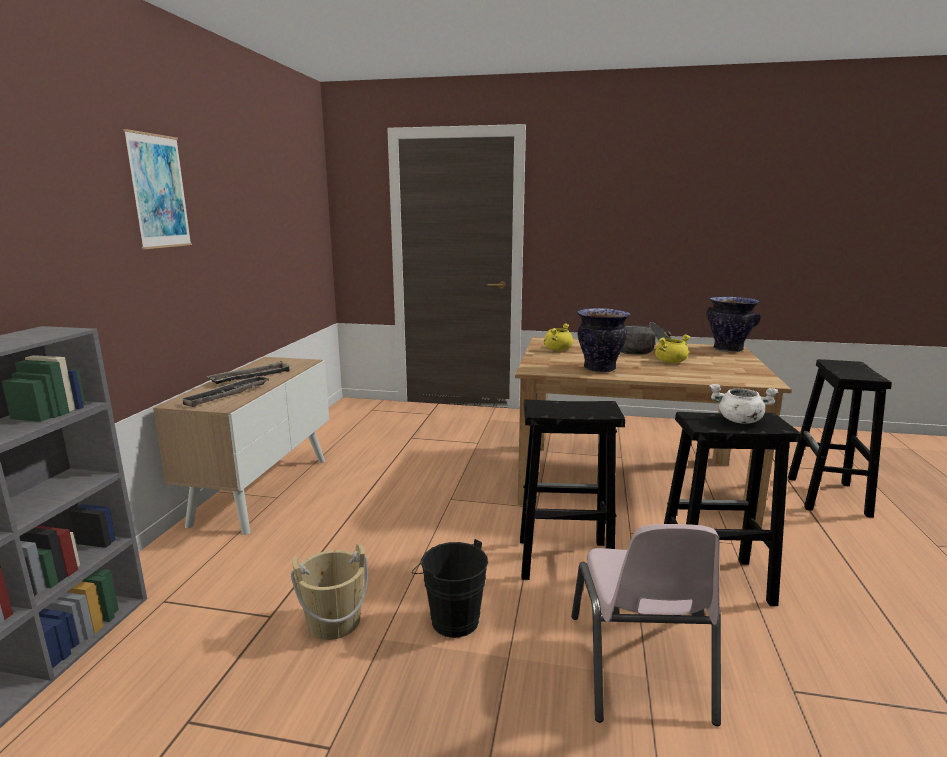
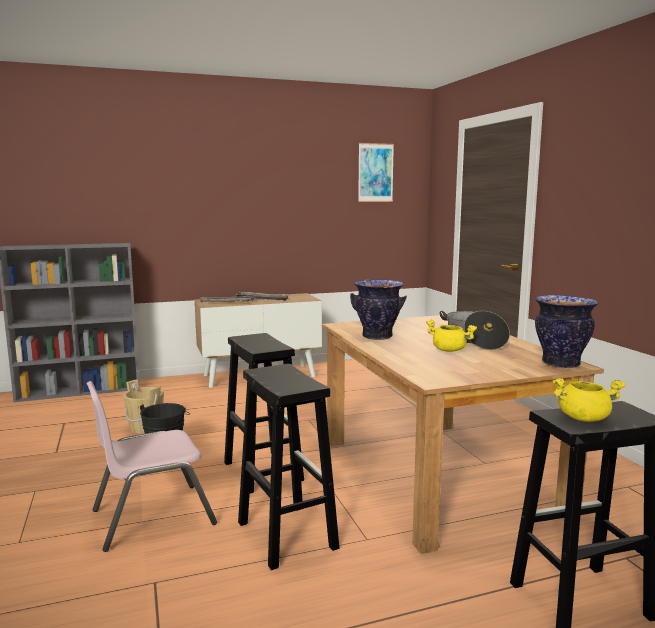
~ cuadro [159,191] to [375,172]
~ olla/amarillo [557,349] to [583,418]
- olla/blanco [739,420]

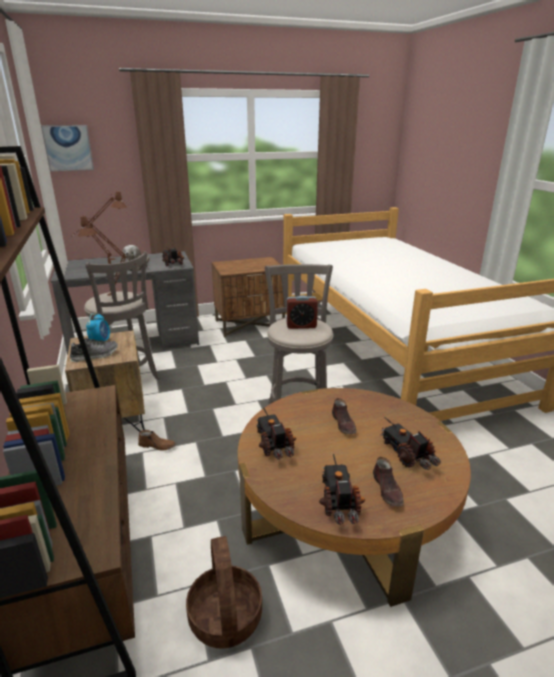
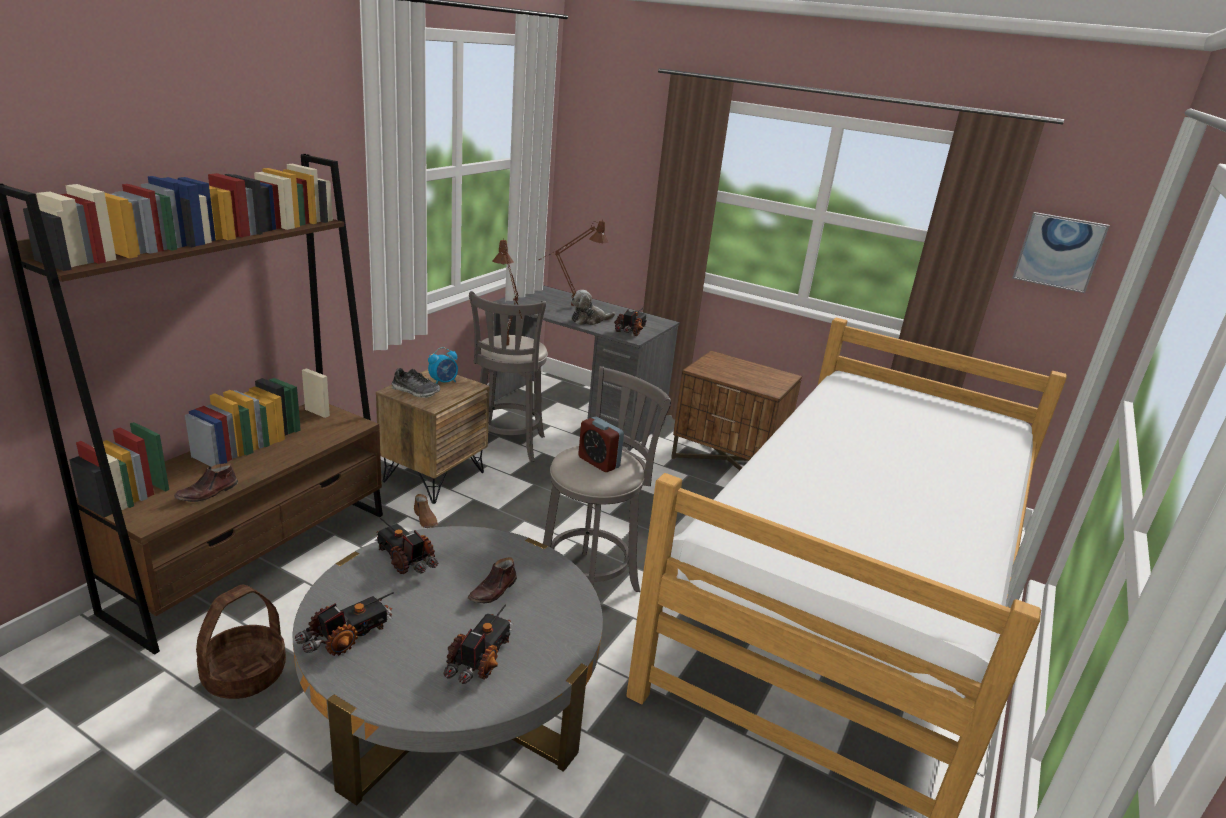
~ cuadro [68,148] to [1059,252]
~ mesa de centro/marrón [345,510] to mesa de centro/gris [452,696]
~ camión de juguete [274,444] = [406,559] 75 degrees counterclockwise
~ zapato/marrón [388,490] to [208,493]

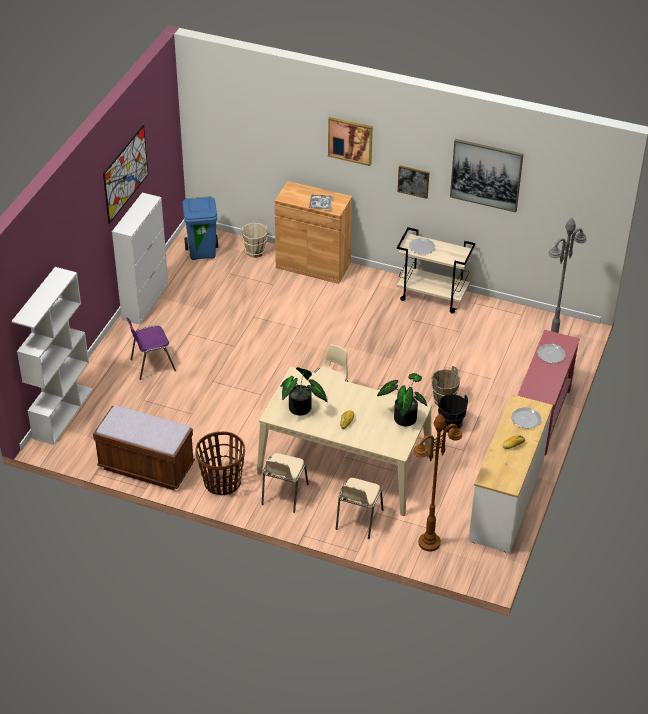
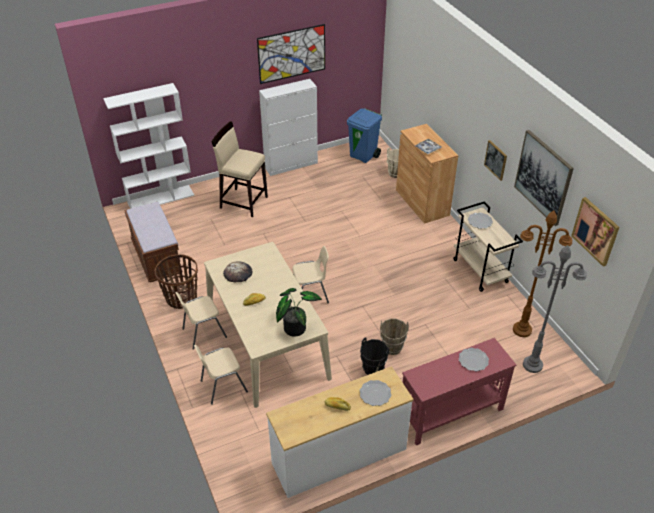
~ cuadro [350,140] to [595,231]
~ silla/morado [151,365] to taburete/beis [243,202]
~ planta en maceta [301,410] to pan [238,273]
~ lámpara de pie/marrón [429,543] to [521,330]

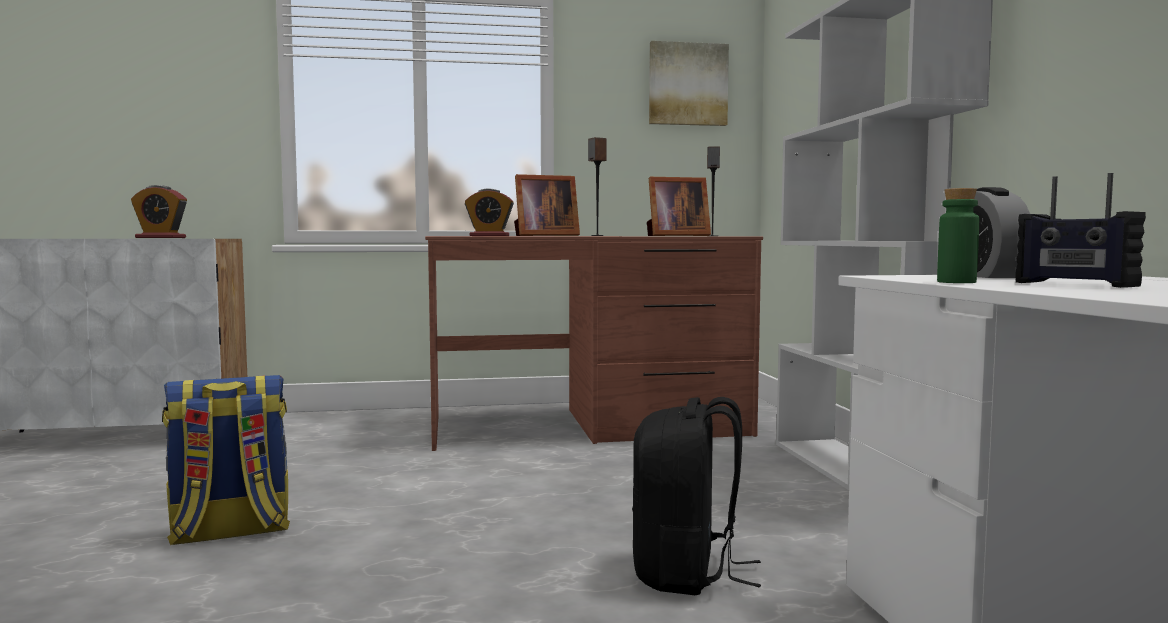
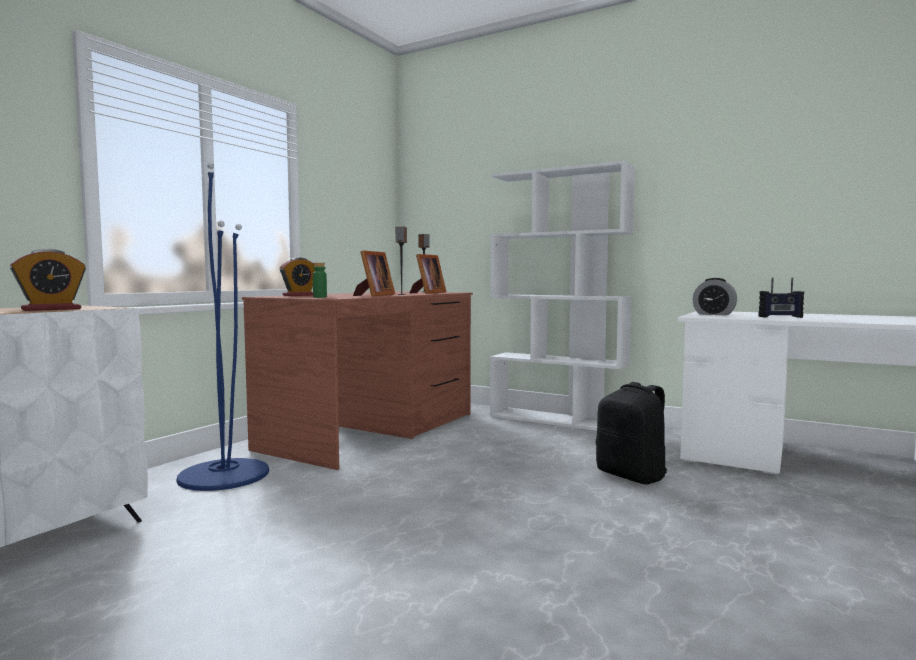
- cuadro [687,84]
~ botella/verde [956,282] to [320,297]
- mochila [230,532]
+ lámpara de pie/azul [224,475]

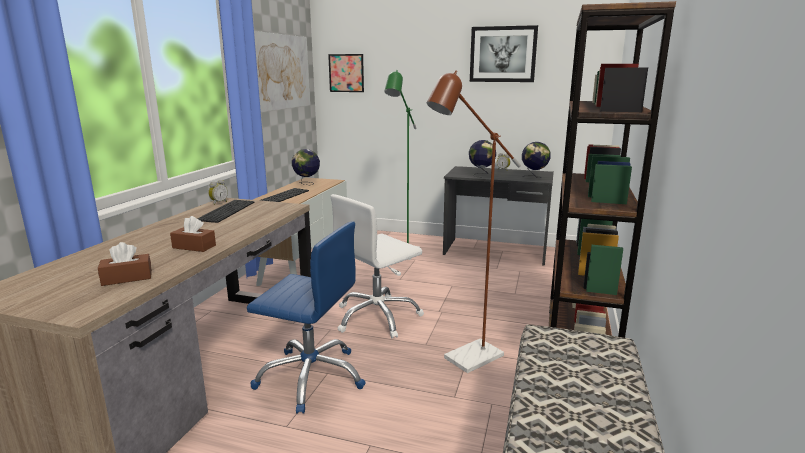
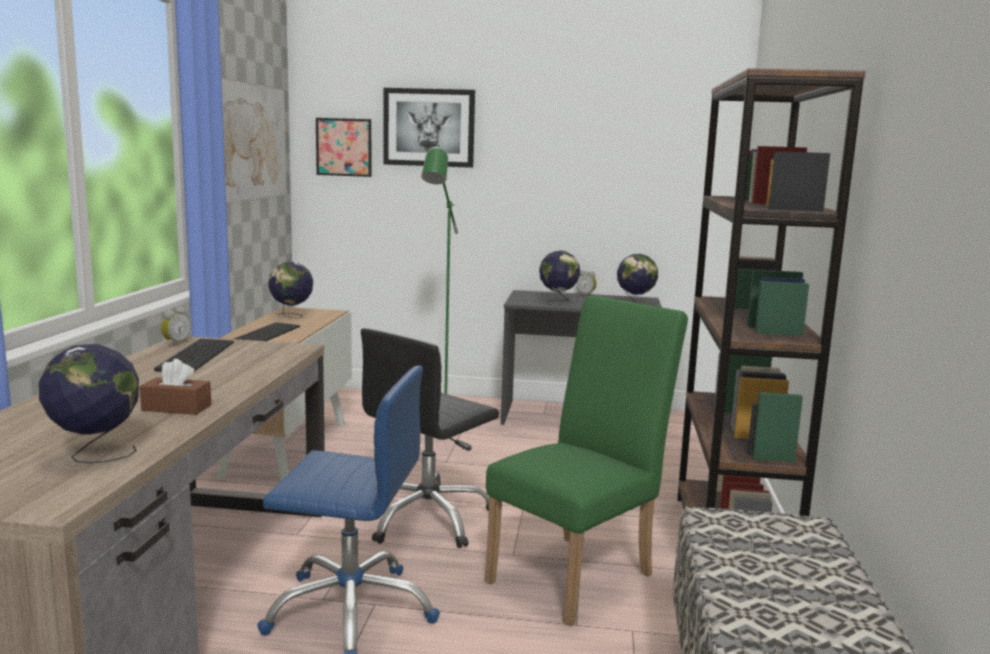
~ cuadro [503,54] to [429,127]
~ lámpara de pie/marrón [466,360] to silla/verde [579,573]
~ silla de oficina/blanco [377,317] to silla de oficina/negro [427,519]
~ caja de pañuelos/marrón [127,278] to globo terráqueo [95,455]

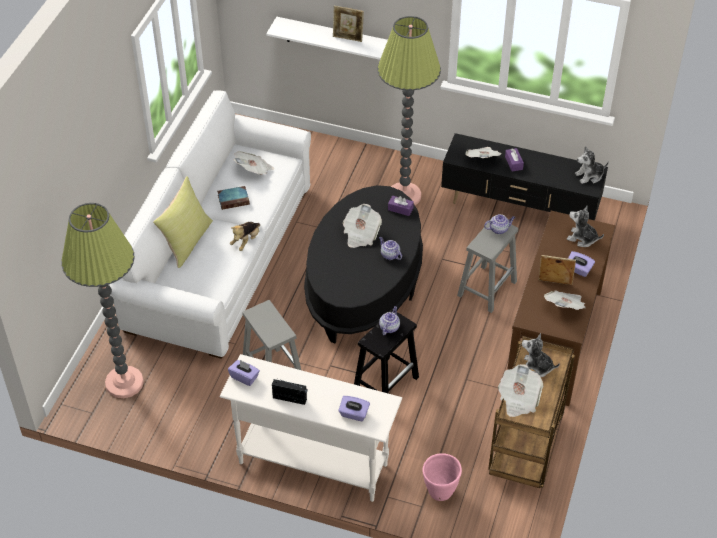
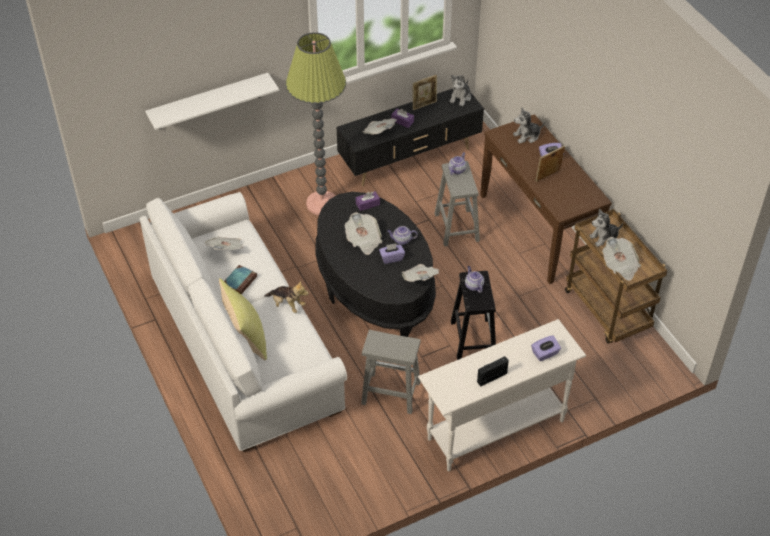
~ portarretratos [348,38] to [424,105]
- lámpara de pie [124,382]
~ peluche [246,241] = [287,305] 45 degrees counterclockwise
~ periódico [565,307] to [419,279]
~ caja de pañuelos/morado [244,377] to [391,258]
- maceta/rosa [440,492]

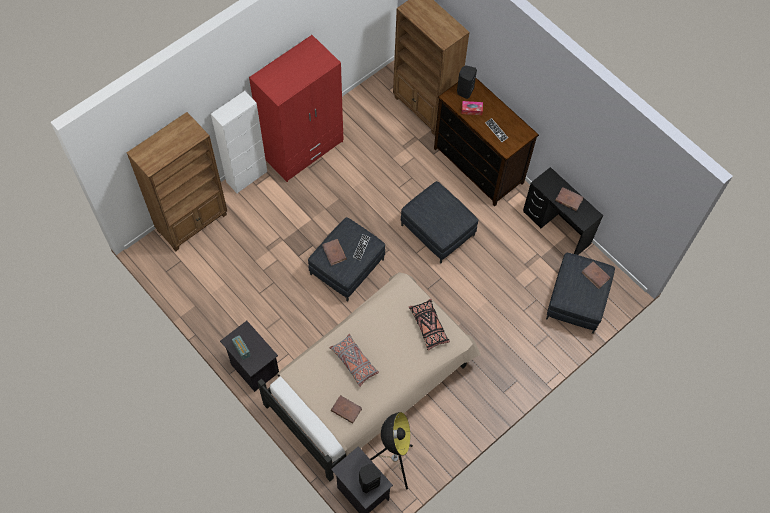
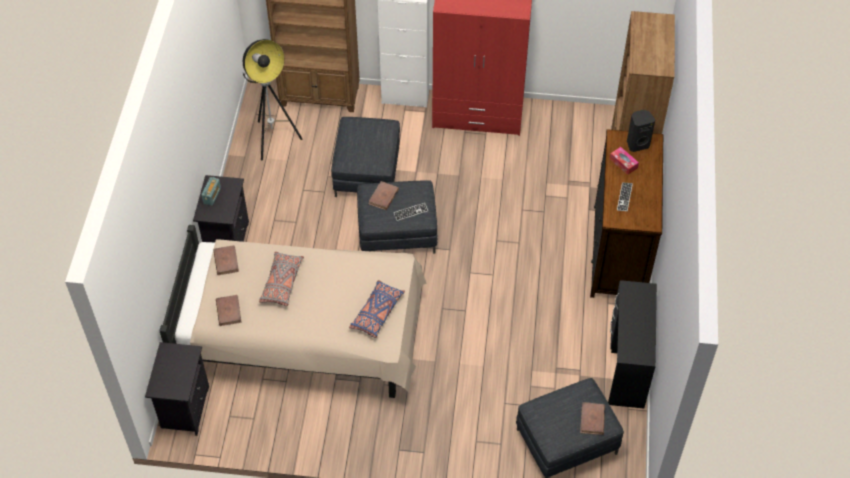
~ puf/gris [438,230] to [367,172]
~ libro/marrón [568,200] to [226,261]
~ cojín/negro [429,326] to cojín/azul [377,313]
~ lámpara de pie [393,465] to [273,139]
- altavoz/negro [369,482]

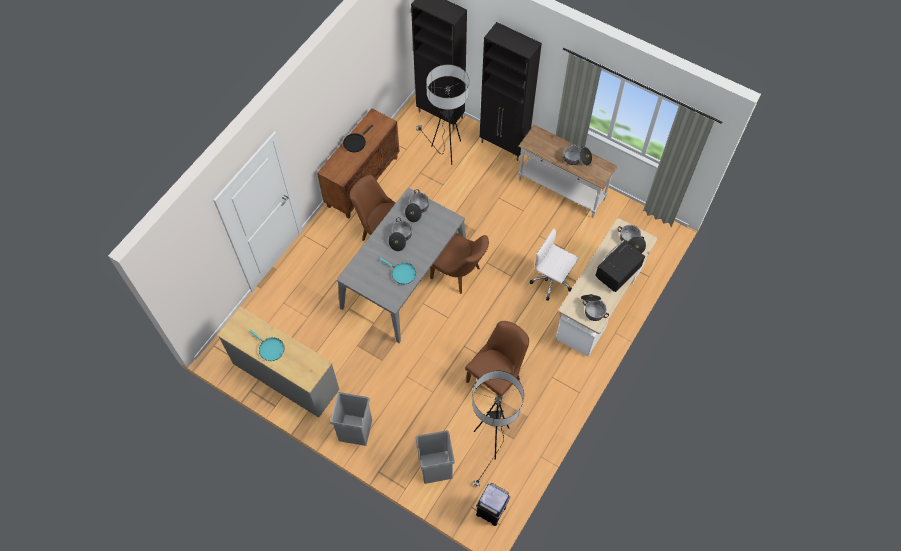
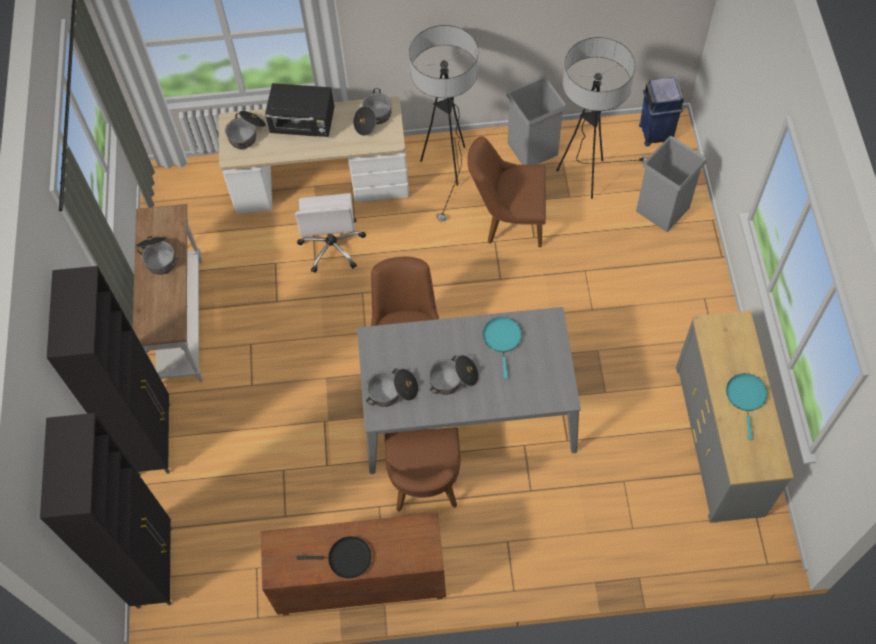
~ lámpara de pie [446,151] to [447,169]
~ papelera/gris [355,430] to [533,148]

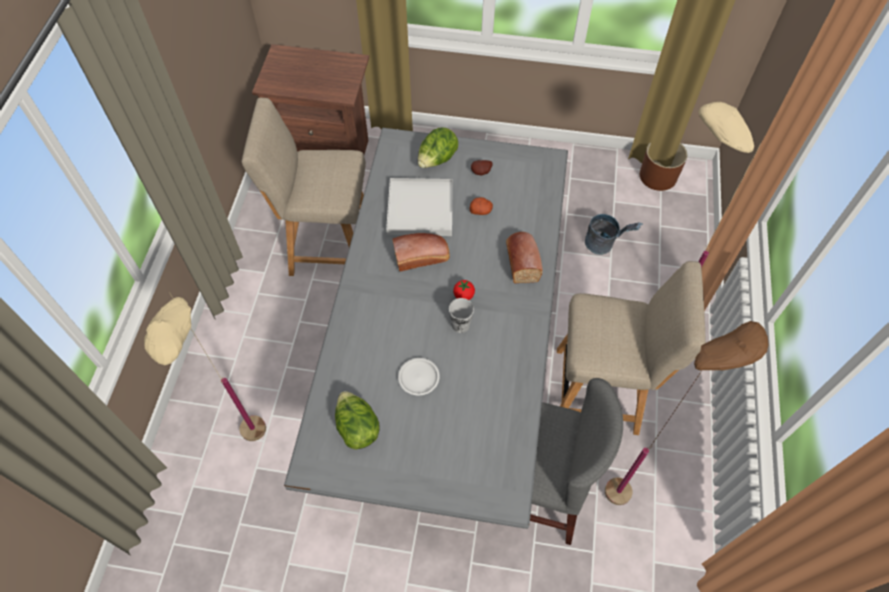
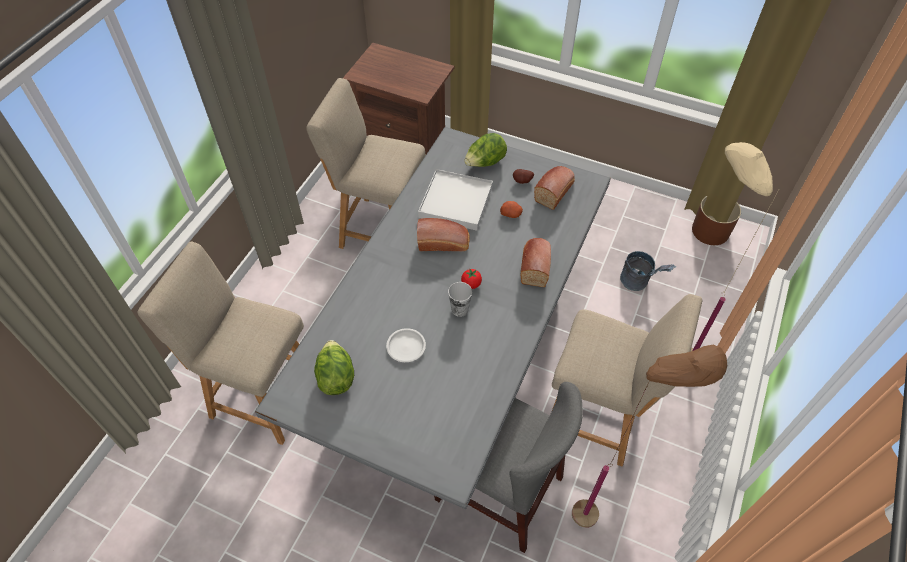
~ lámpara de pie/beis [255,453] to silla/beis [260,393]
+ pan [554,191]

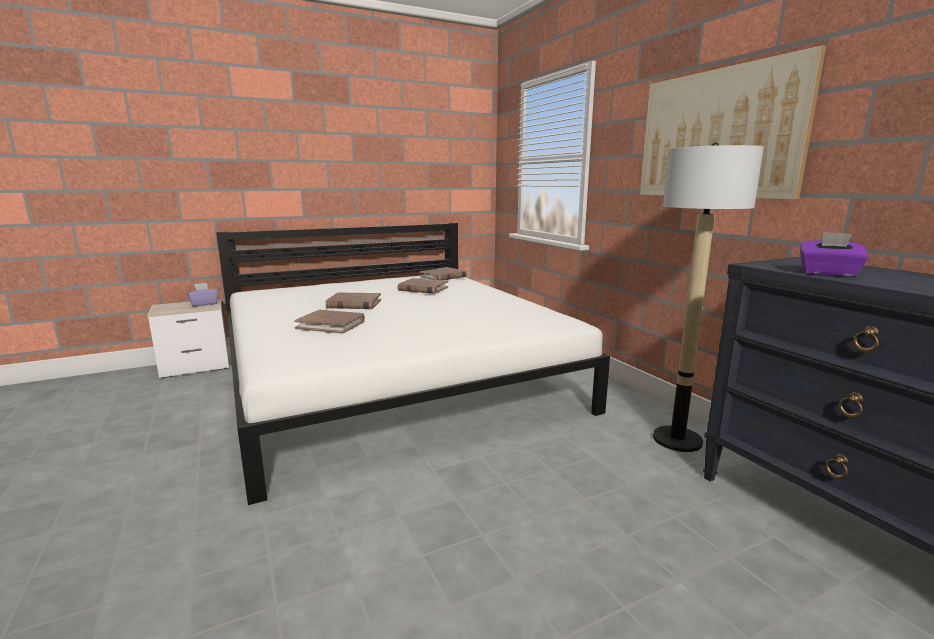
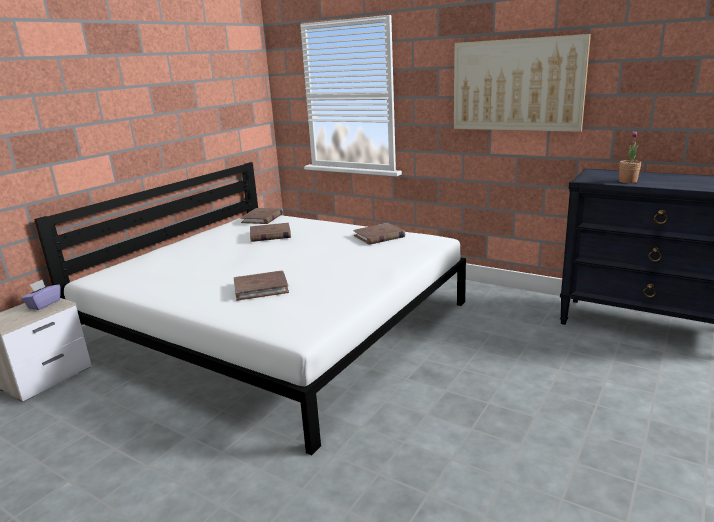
- lámpara de pie [677,439]
~ caja de pañuelos/morado [828,273] to planta en maceta [628,181]
~ libro/marrón [354,304] to [379,236]

